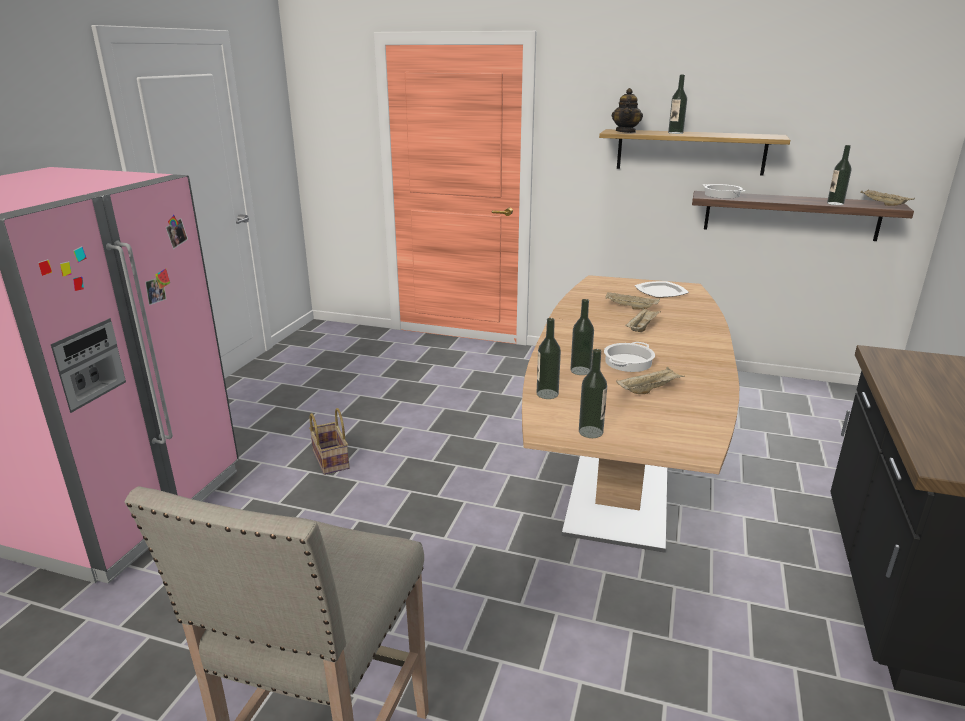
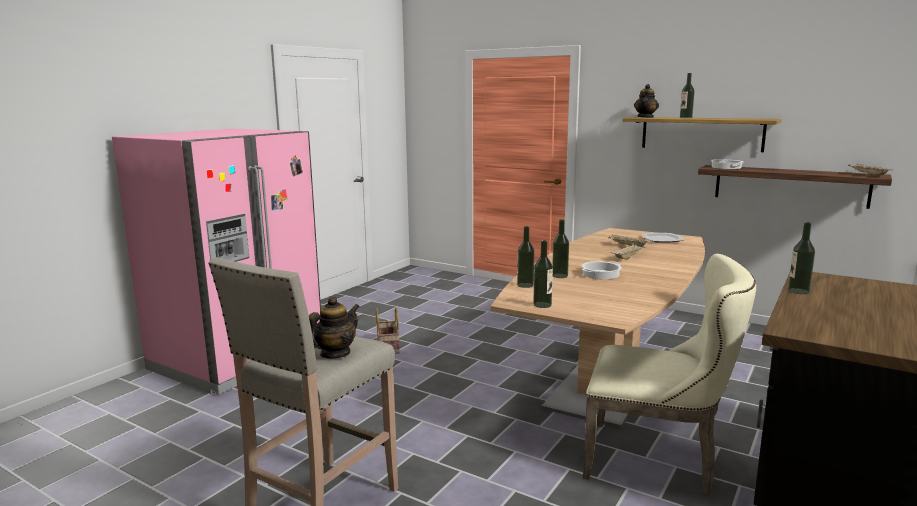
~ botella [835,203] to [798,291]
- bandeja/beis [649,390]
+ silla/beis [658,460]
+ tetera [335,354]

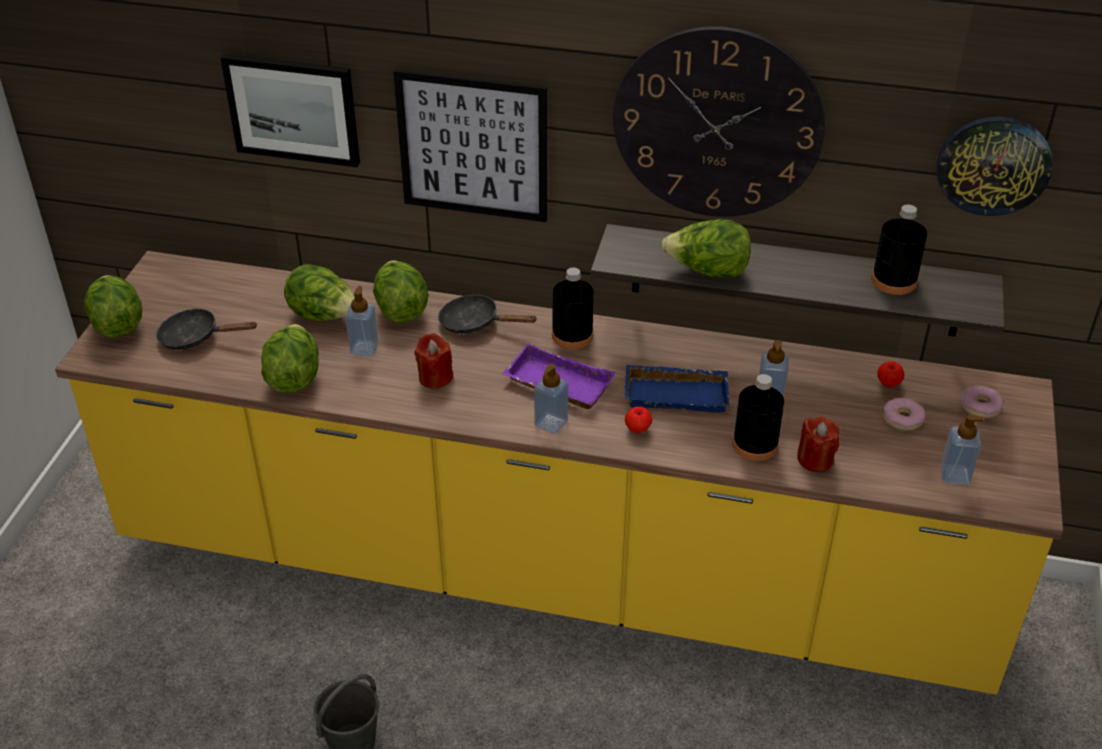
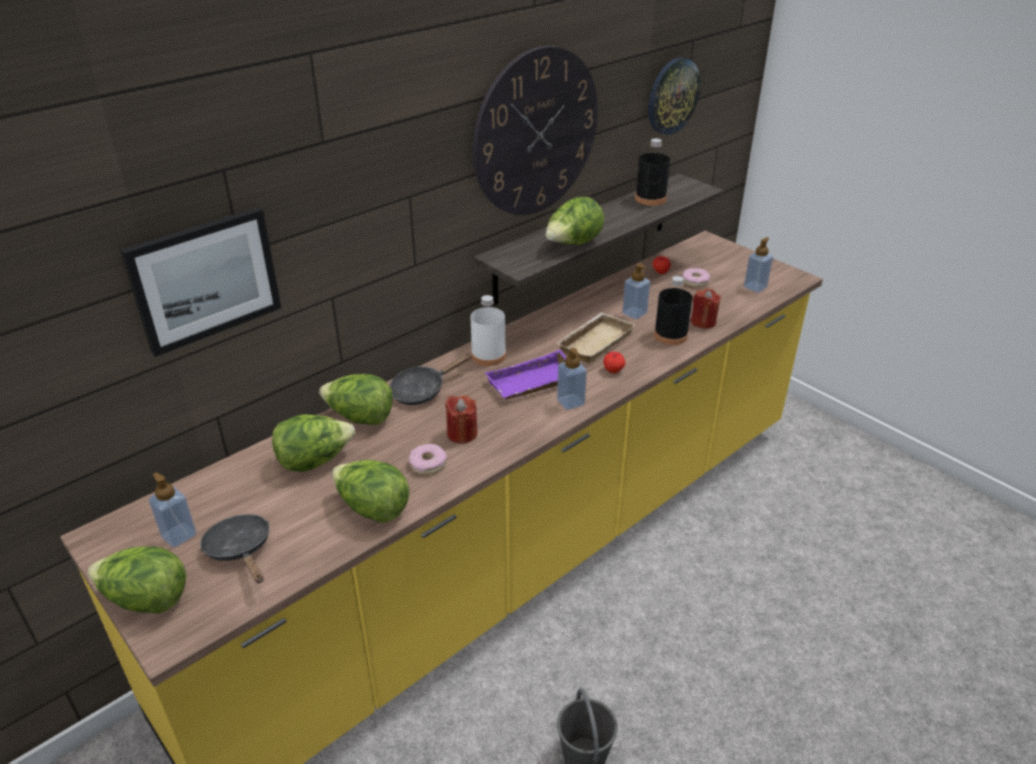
- cuadro [473,146]
~ botella/negro [572,335] to botella/blanco [488,356]
~ dispensador de jabón [364,348] to [179,535]
~ sartén/negro [196,337] = [241,550] 105 degrees clockwise
~ bandeja/azul [677,393] to bandeja/beis [594,341]
~ rosquilla [980,407] to [428,464]

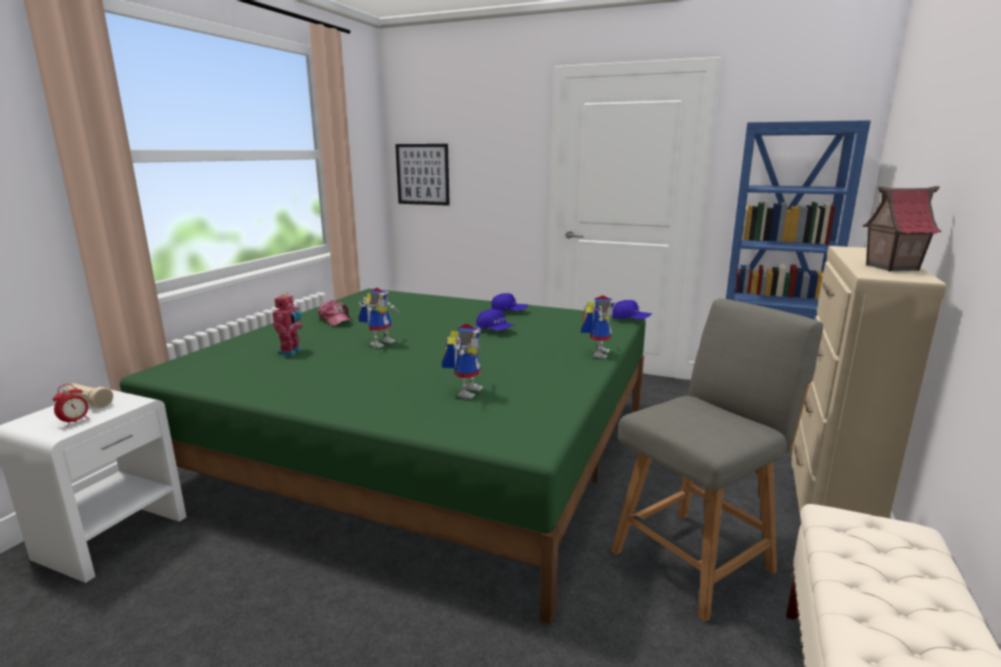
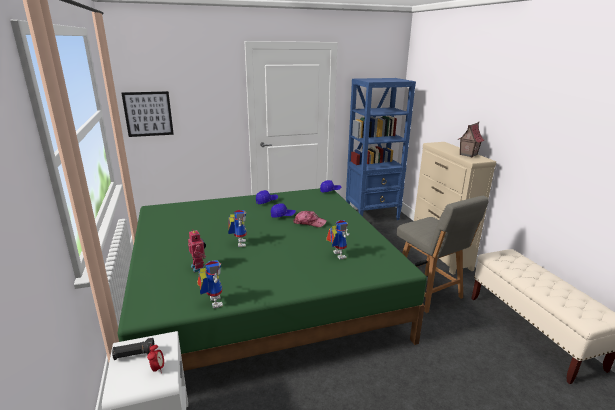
~ robot de juguete [597,353] to [212,301]
~ silla/gris [696,558] = [428,293] 135 degrees clockwise
~ gorra [336,320] to [309,223]
~ linterna/beis [89,403] to linterna/negro [134,355]

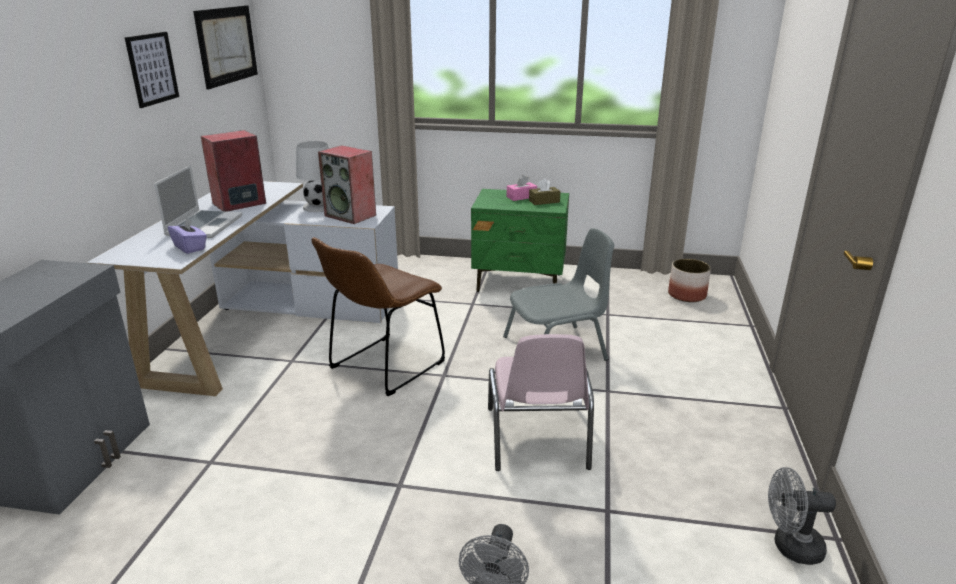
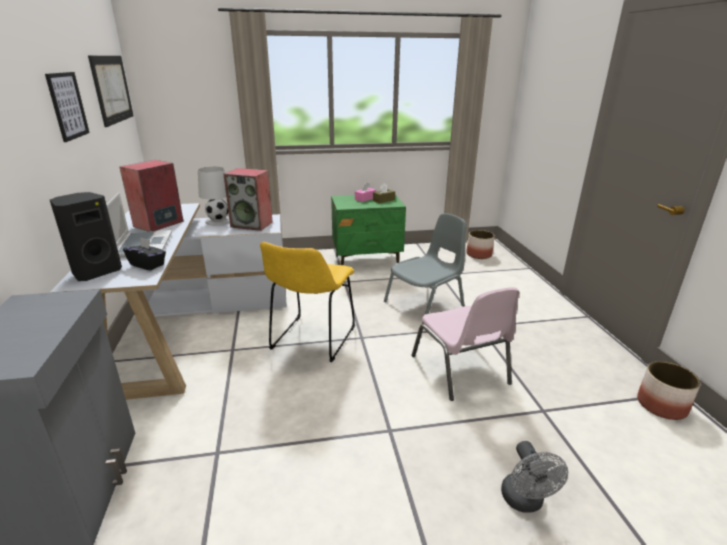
~ caja de pañuelos/morado [190,247] to caja de pañuelos/negro [148,265]
~ silla/marrón [383,367] to silla/amarillo [311,341]
~ ventilador/gris [790,547] to maceta [662,405]
+ altavoz/negro [96,272]

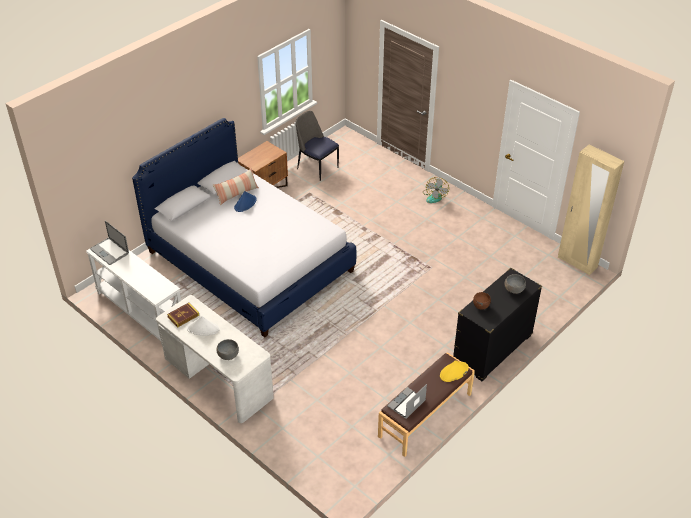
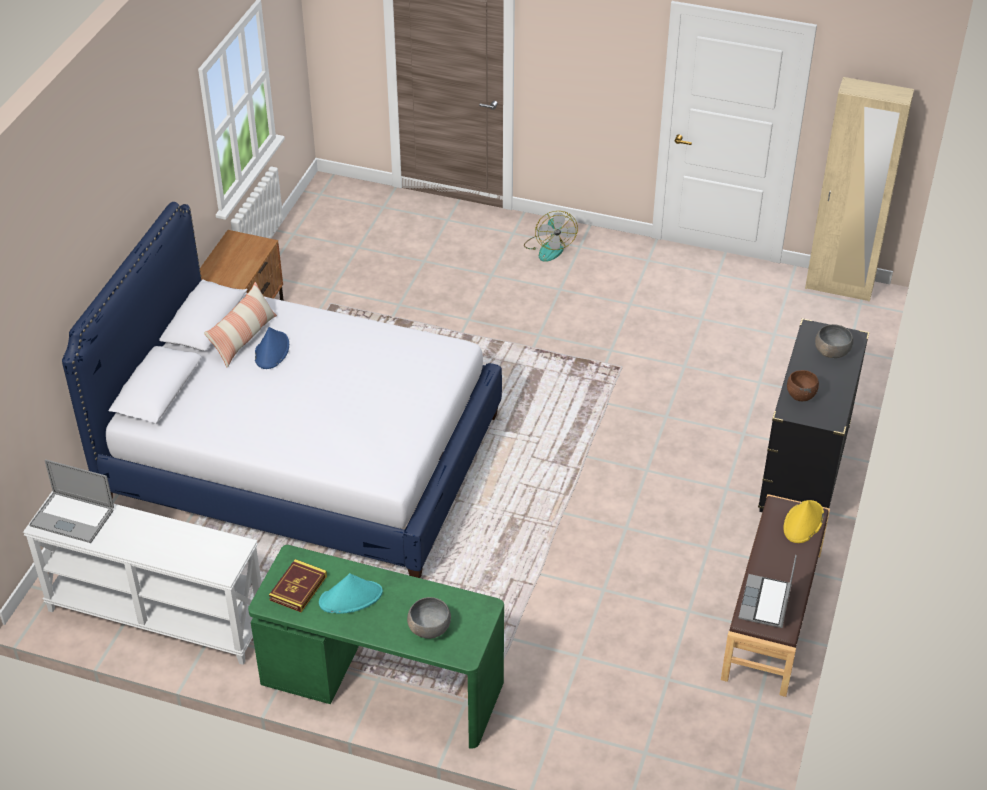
- silla [317,167]
~ escritorio/blanco [217,378] to escritorio/verde [381,685]
~ sombrero/blanco [203,328] to sombrero/turquesa [351,598]

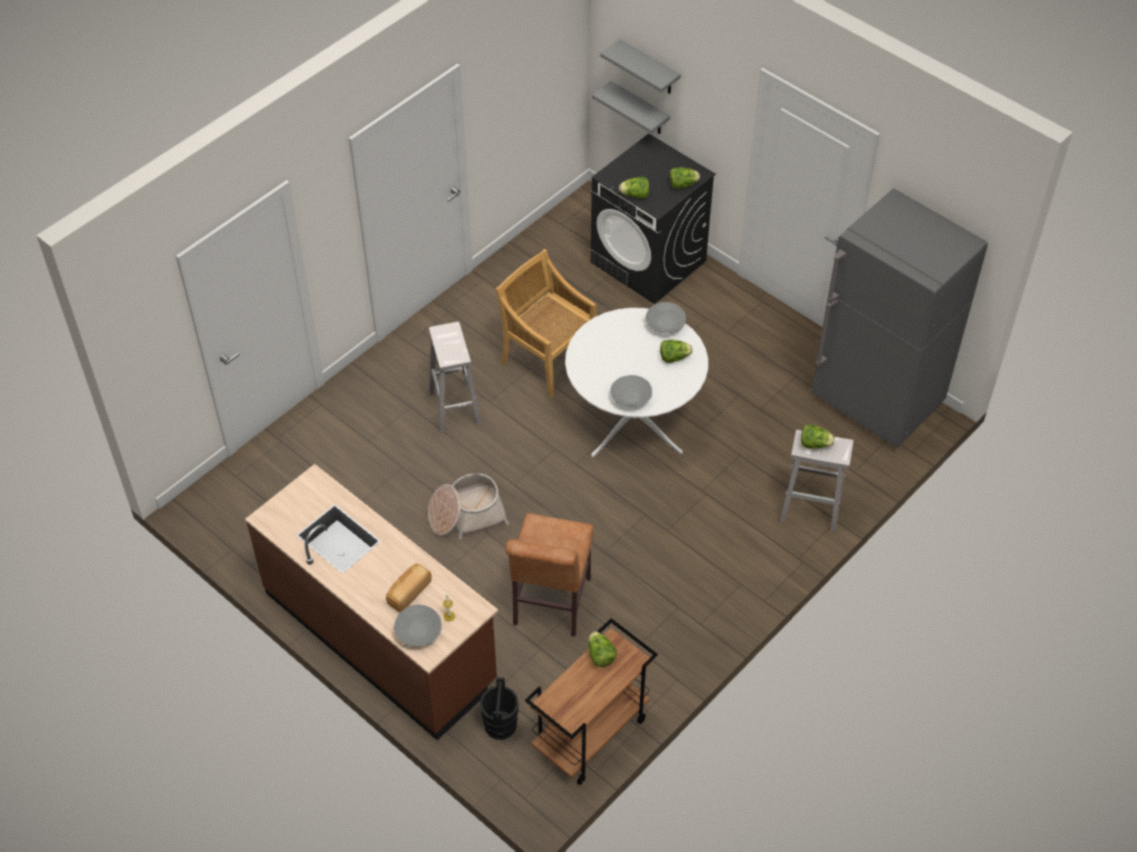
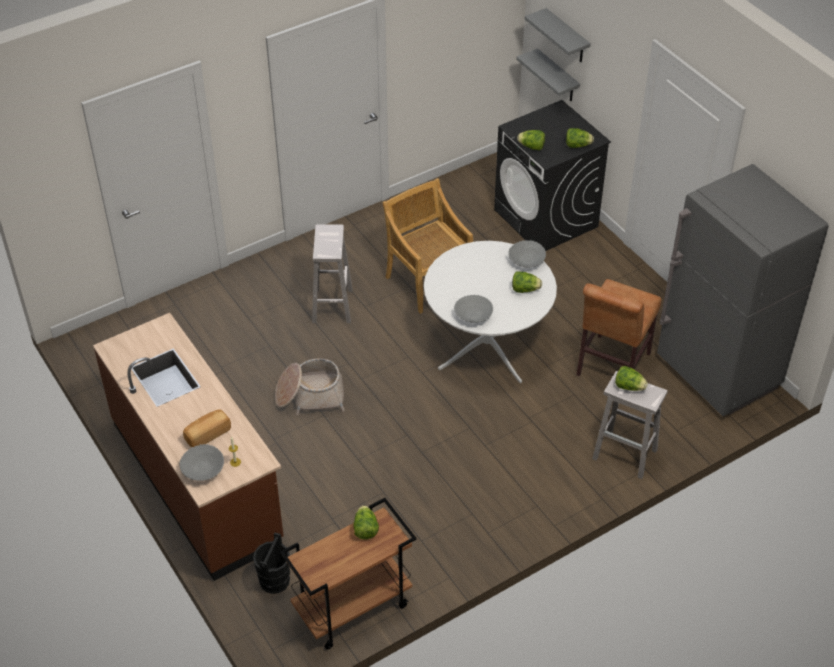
~ silla/marrón [550,605] to [611,367]

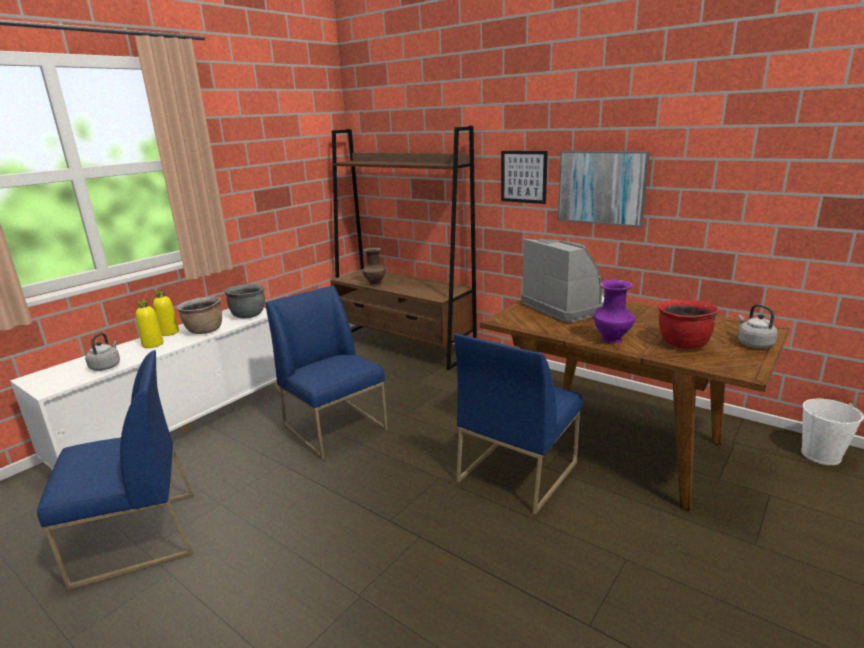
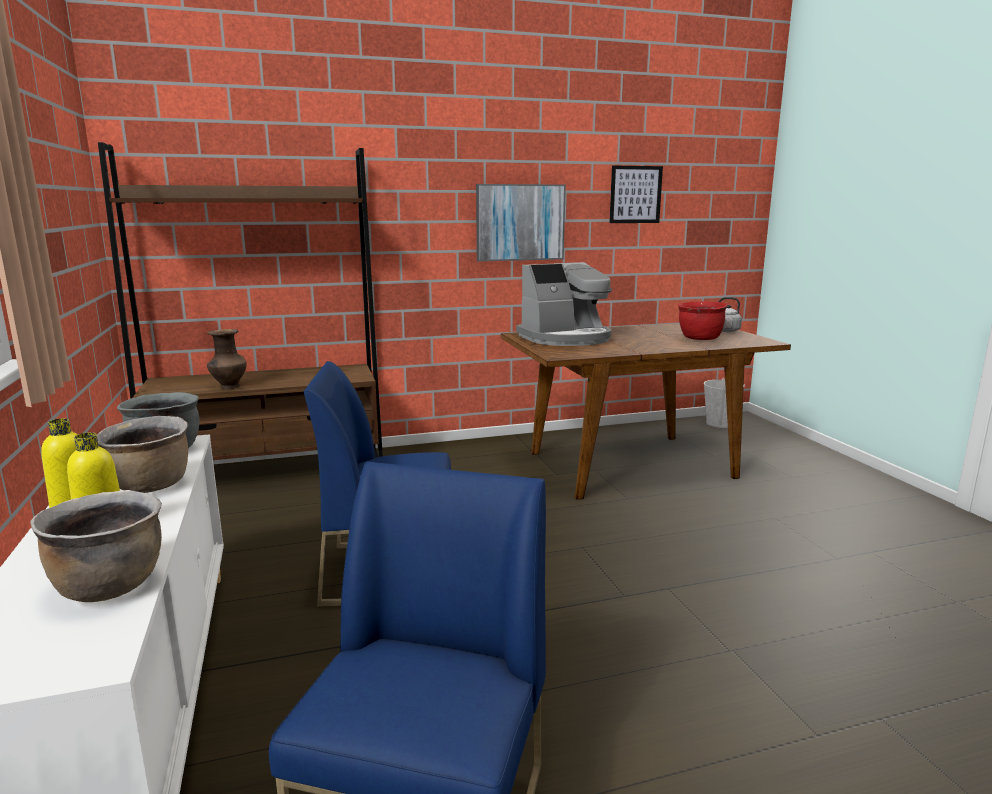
~ cuadro [523,177] to [635,194]
~ cafetera [567,306] = [566,338] 150 degrees clockwise
- florero/morado [612,340]
~ hervidor/gris [106,366] to olla/marrón [110,585]
- silla/azul [517,471]

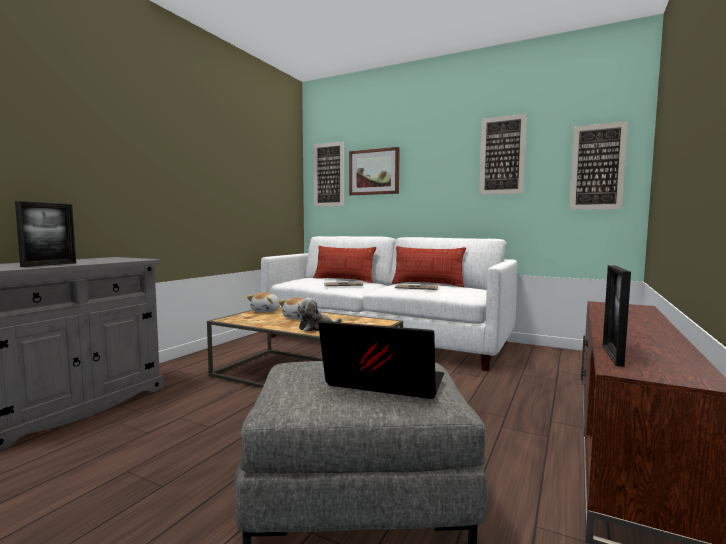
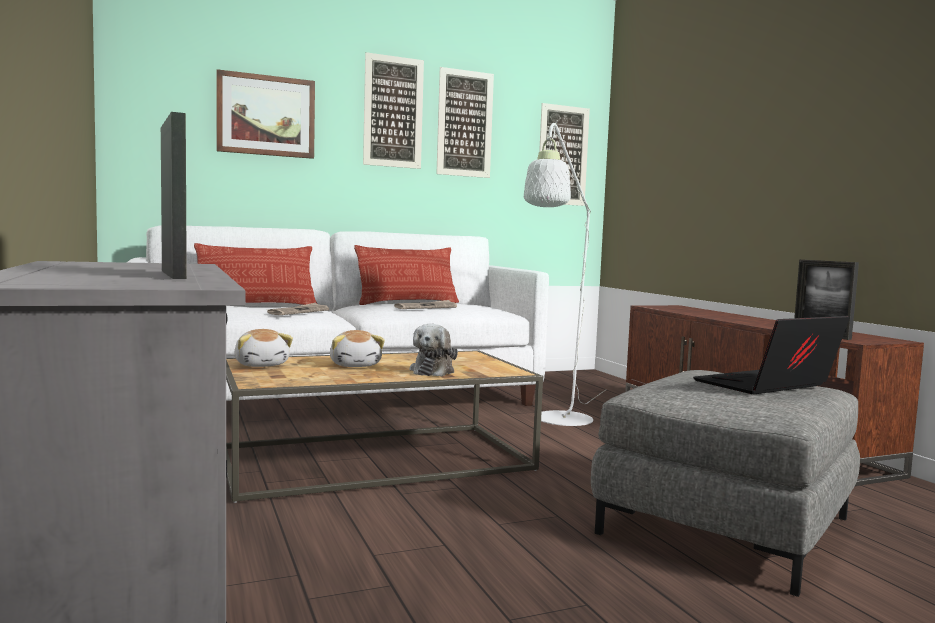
~ cuadro [328,174] to [393,112]
+ lámpara de pie/blanco [559,422]

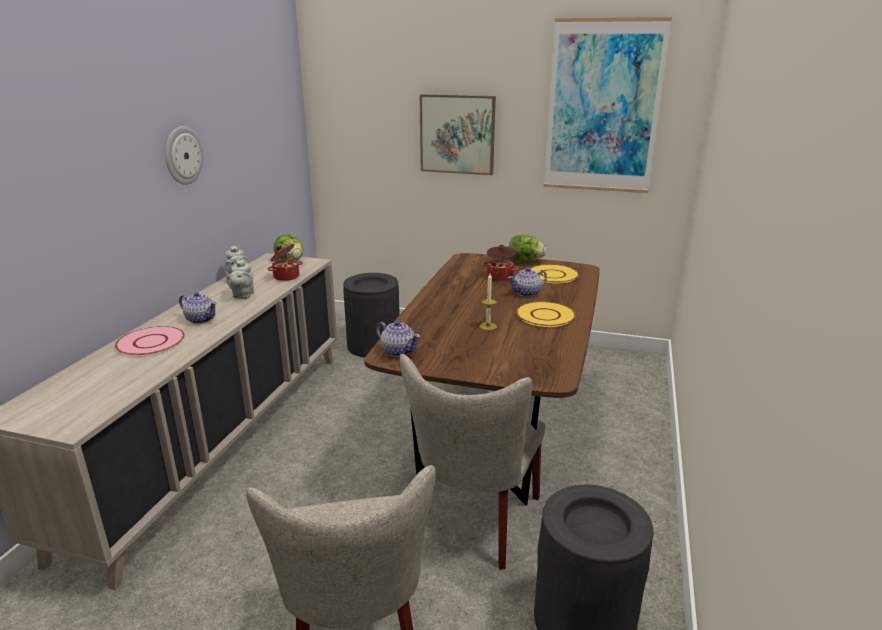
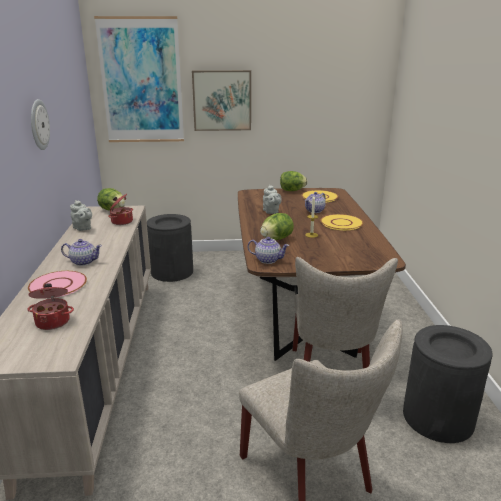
~ cuadro [603,108] to [141,81]
~ olla [500,277] to [53,321]
~ tetera/gris [242,295] to [271,212]
+ lechuga [276,239]

